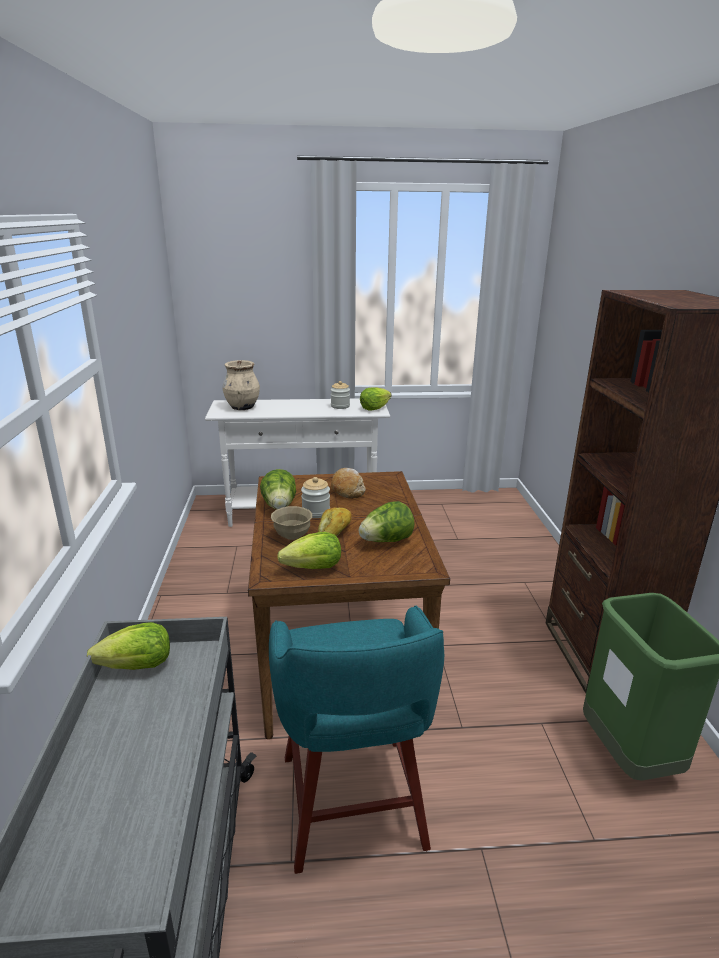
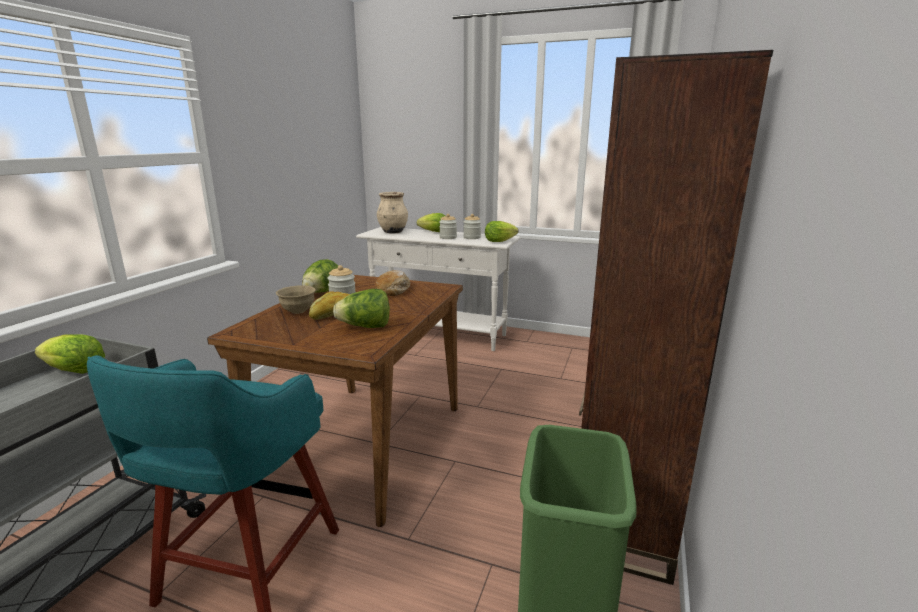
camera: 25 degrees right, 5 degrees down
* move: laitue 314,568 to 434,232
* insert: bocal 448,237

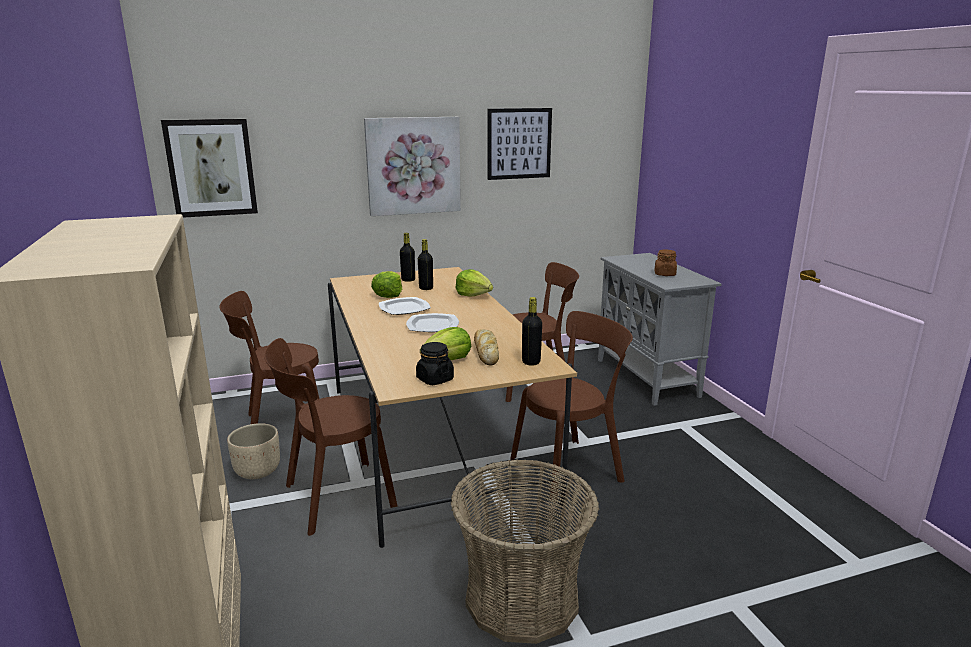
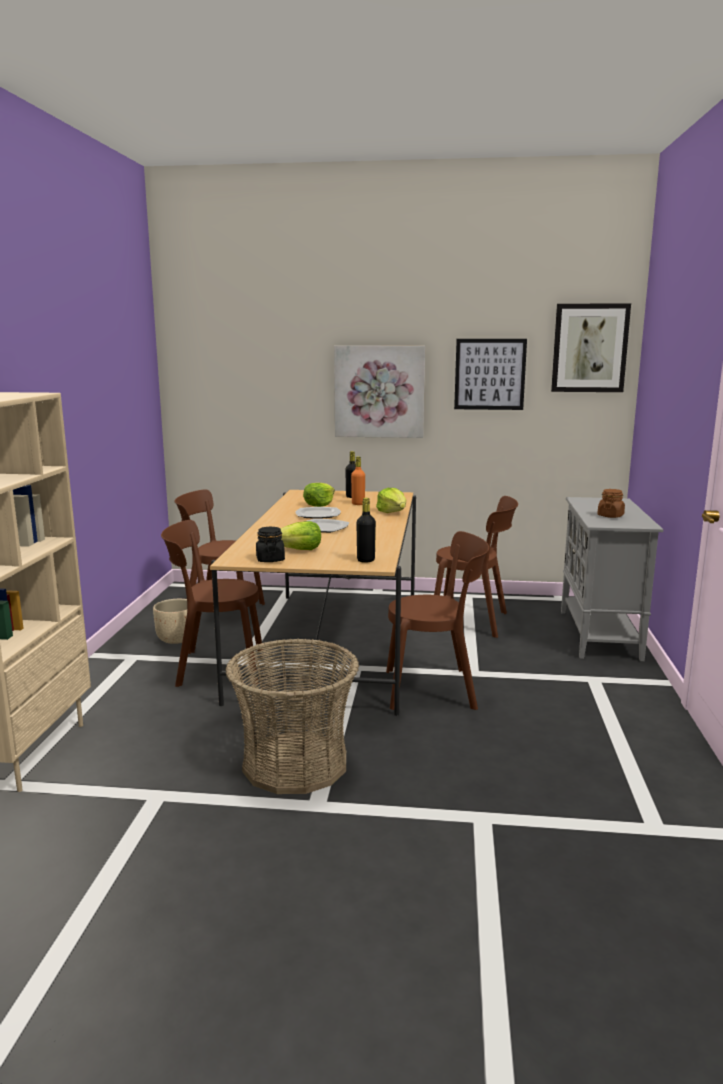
camera: 25 degrees right, 5 degrees down
* move: tableau 211,168 to 589,348
* recolor: bouteille (noir) 426,288 to bouteille (orange) 358,504
* delete: pain 486,352

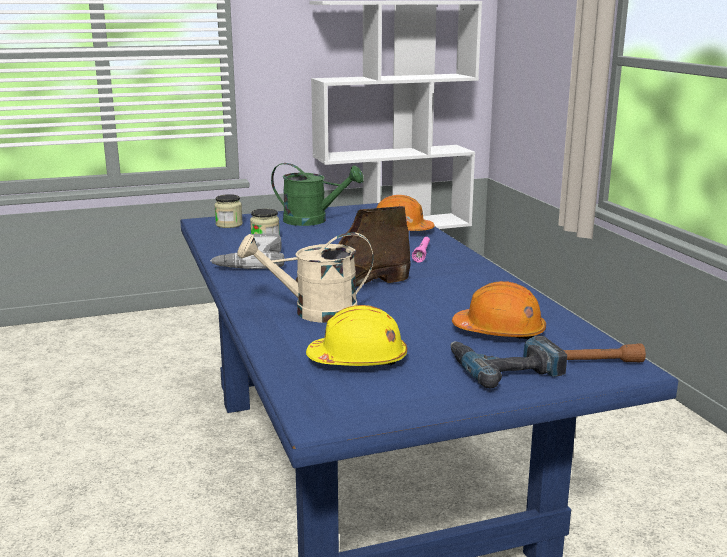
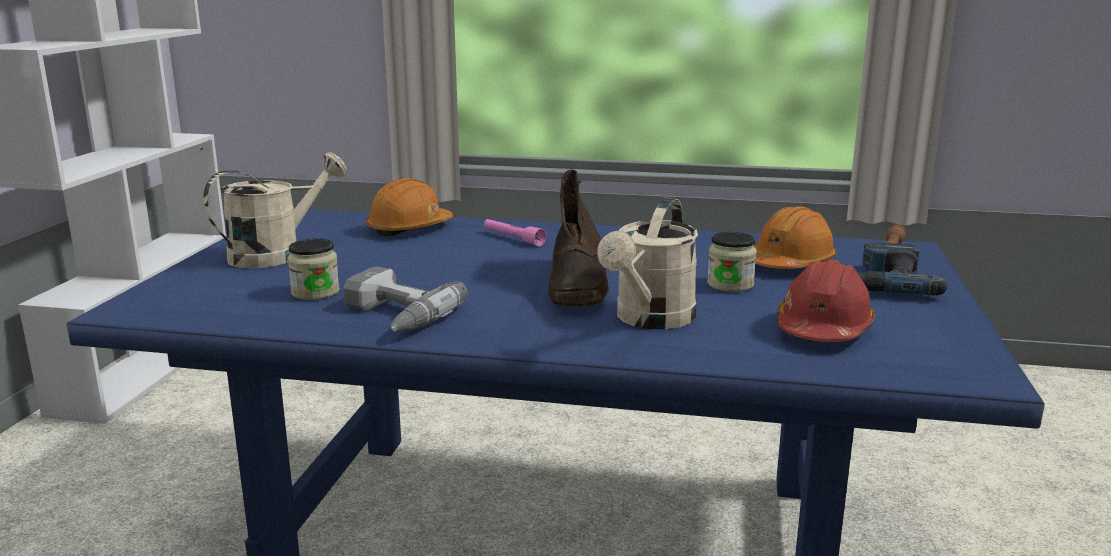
camera: 60 degrees left, 0 degrees up
* move: bocal 229,224 to 730,284
* recolor: arrosoir (vert) 313,221 to arrosoir (beige) 277,254
* recolor: casque de chantier (jaune) 358,360 to casque de chantier (rouge) 823,329

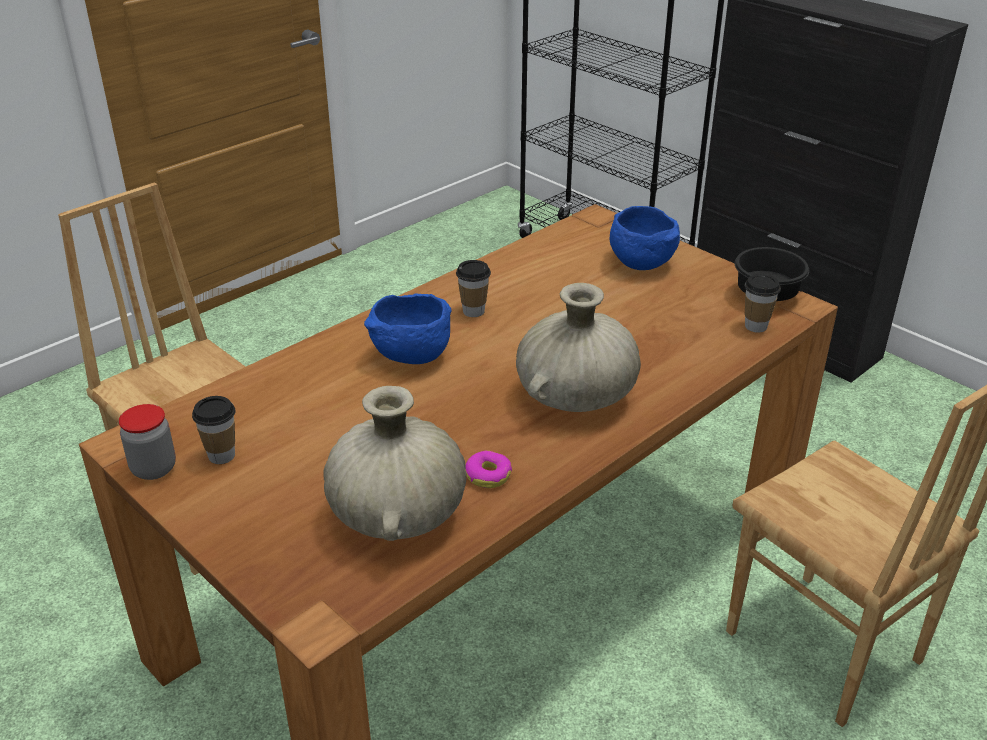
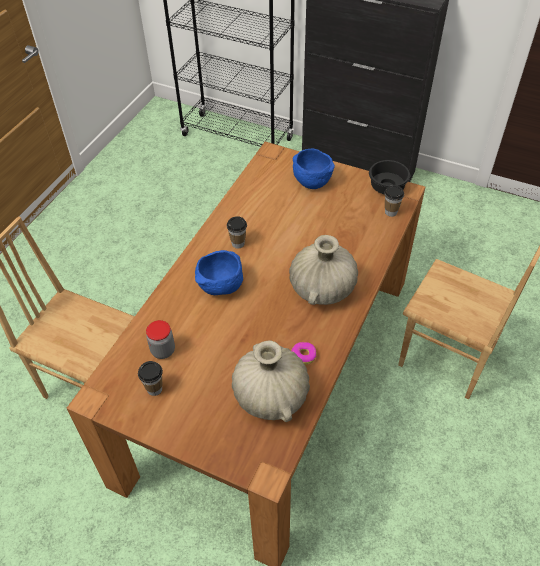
camera: 20 degrees left, 15 degrees up
* move: bocal 154,468 to 163,350

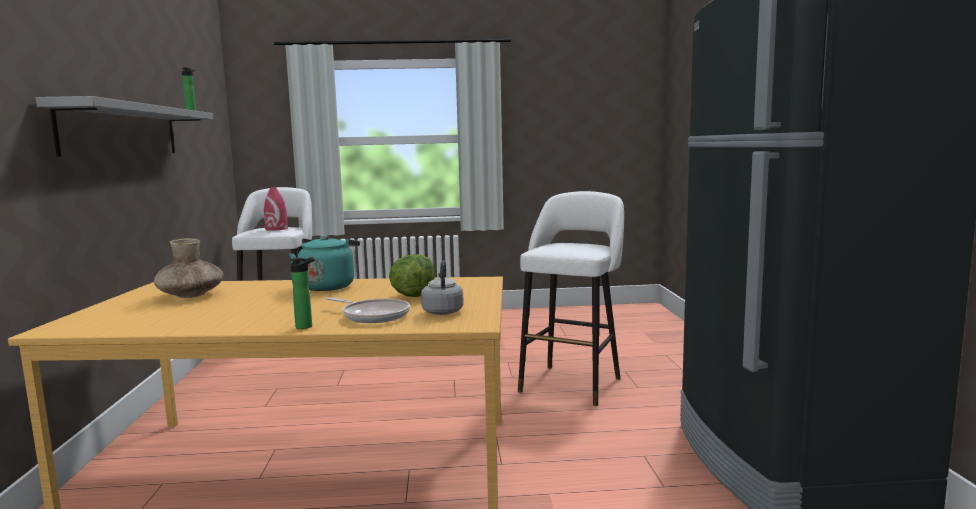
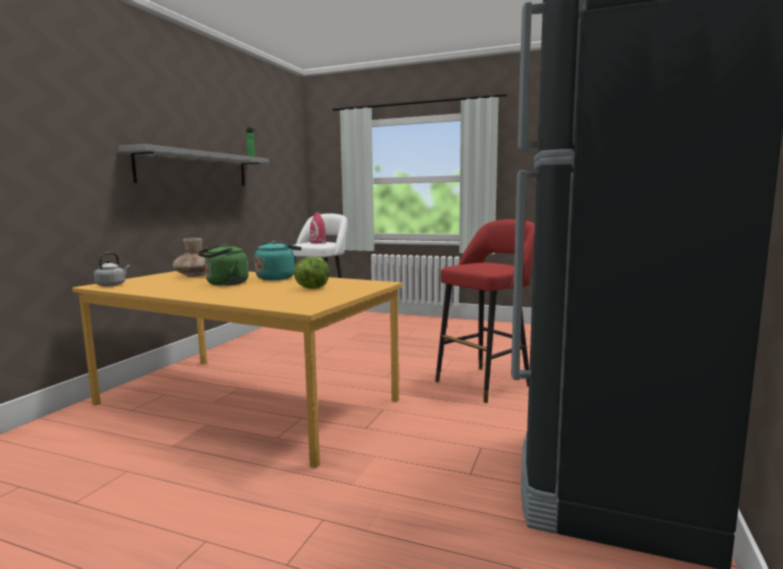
camera: 25 degrees right, 0 degrees up
* delete: bouteille 306,326
* delete: poêle 373,315
* move: bouilloire (gris) 443,311 to 112,285
* recolor: tabouret (blanc) 572,382 to tabouret (rouge) 486,382
* insert: bouilloire (vert) 225,284

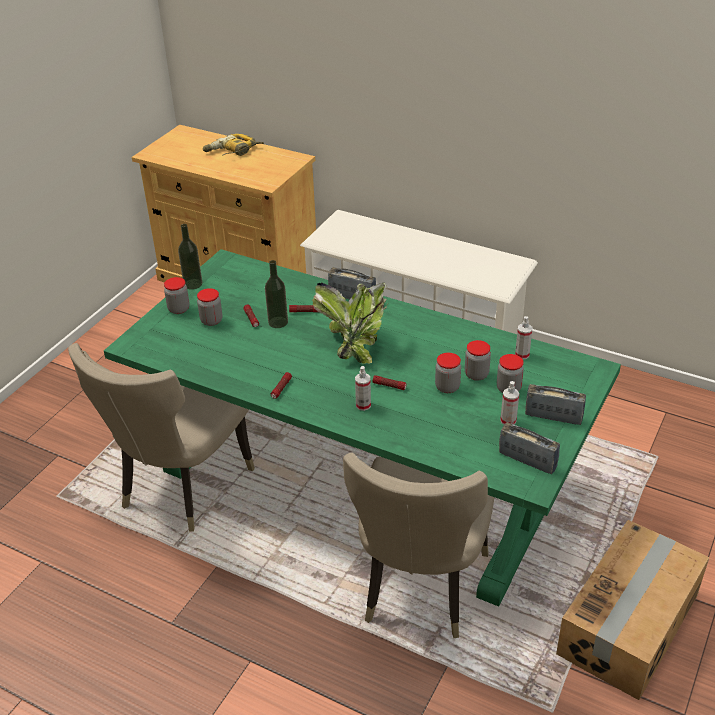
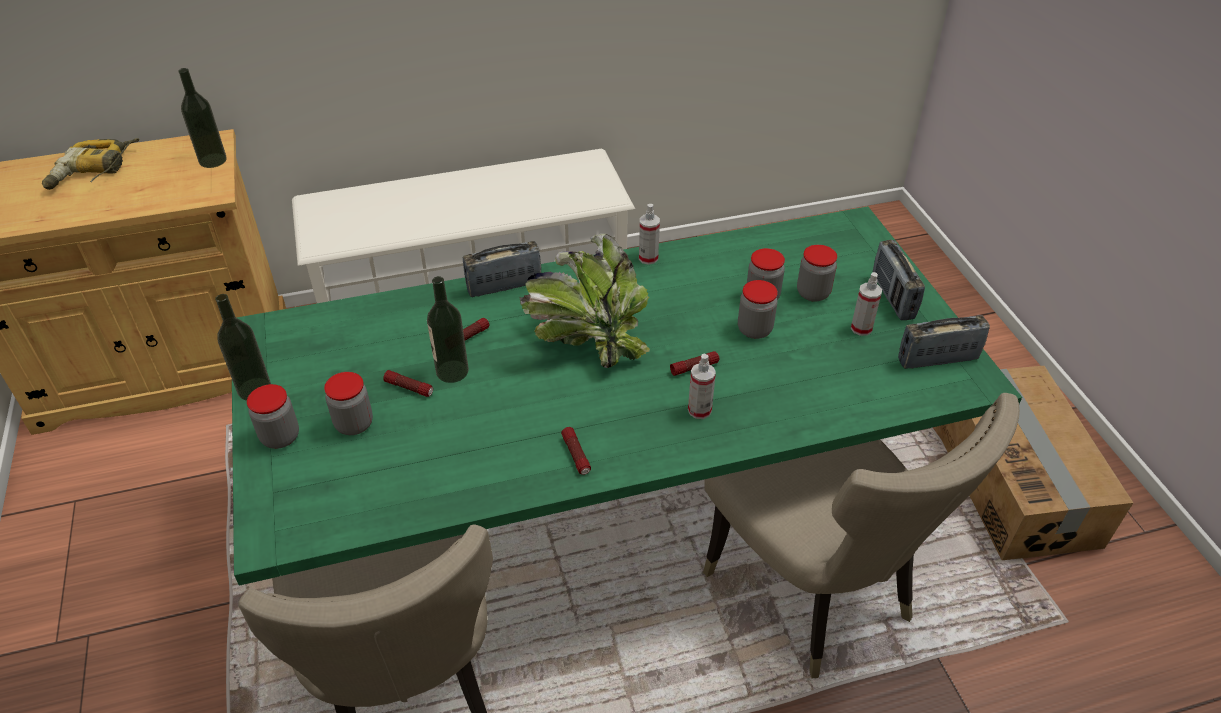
camera: 45 degrees left, 5 degrees up
* move: vaporisateur 522,354 to 648,258
* rotate: radio 553,417 = 892,297 75 degrees counterclockwise
* insert: bouteille 213,160

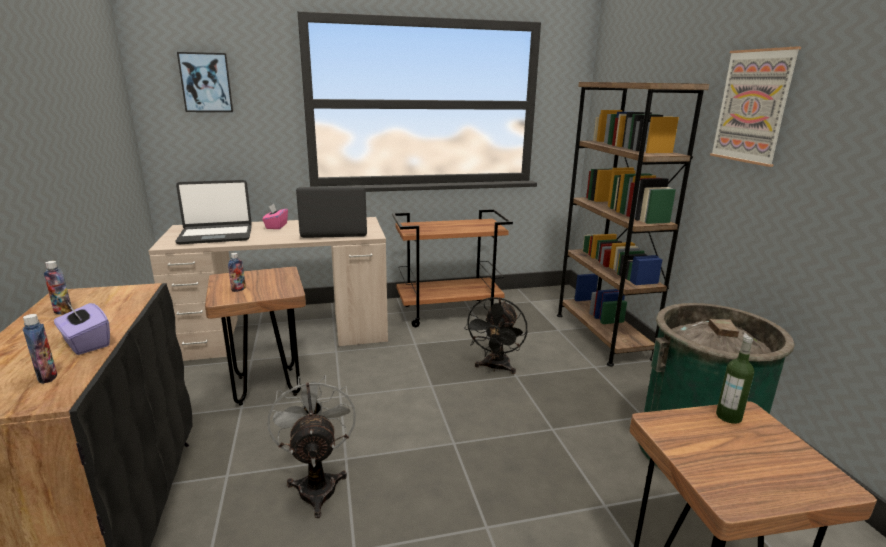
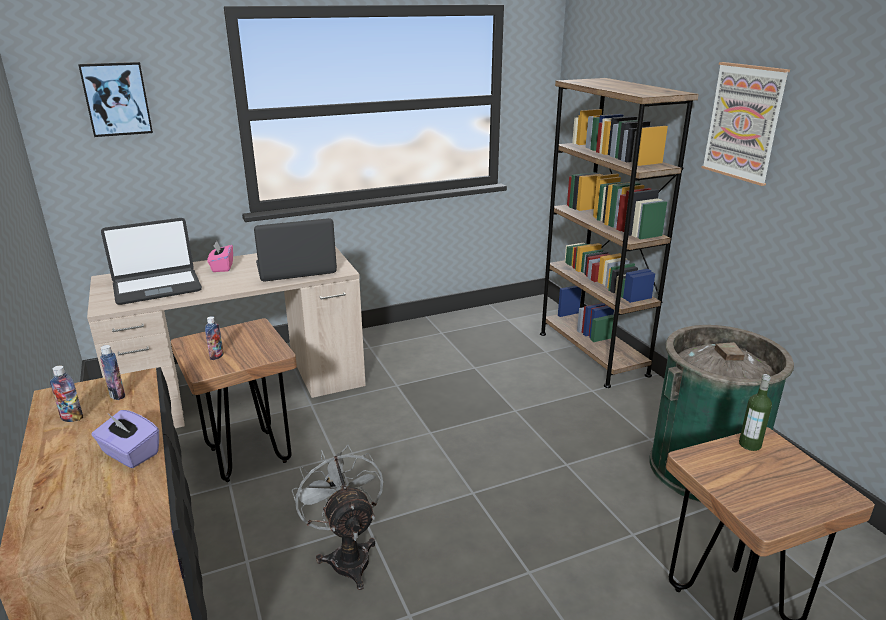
camera: 10 degrees left, 5 degrees up
* move: bouteille 47,377 to 117,395
* delete: chariot (marron) 449,312
* delete: ventilateur (noir) 495,368

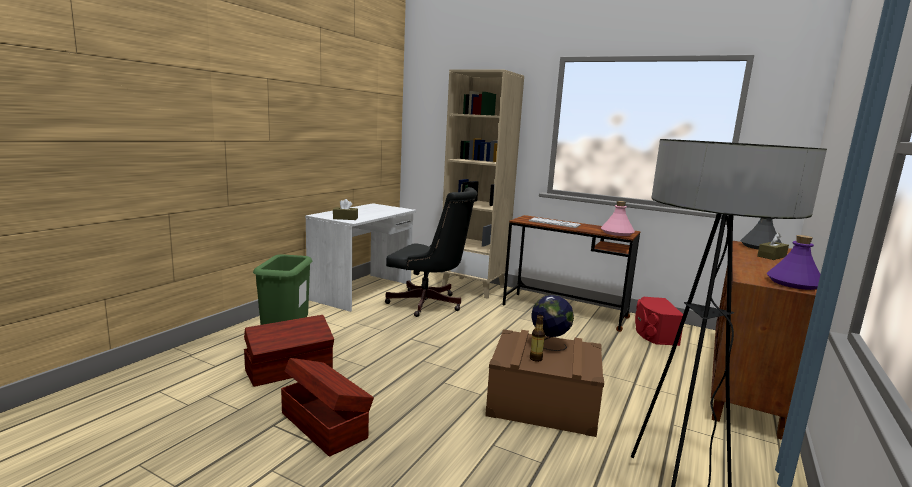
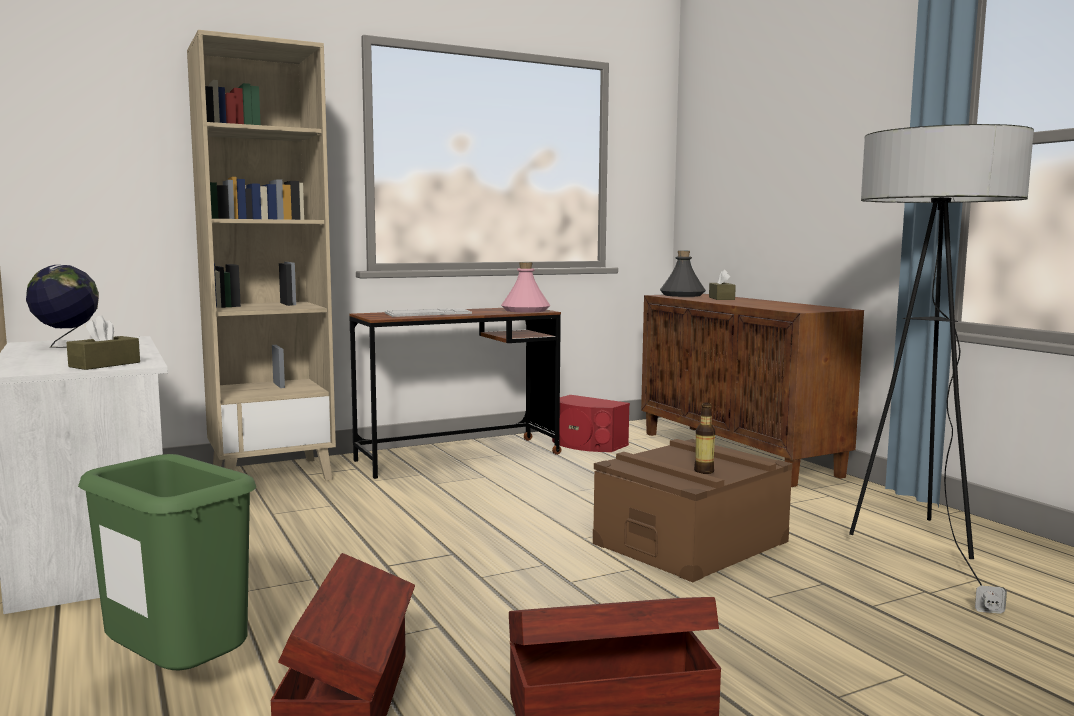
camera: 55 degrees left, 5 degrees down
* delete: chaise de bureau (noir) 429,304
* move: globe 549,345 to 66,346
* delete: bouteille (violet) 794,283

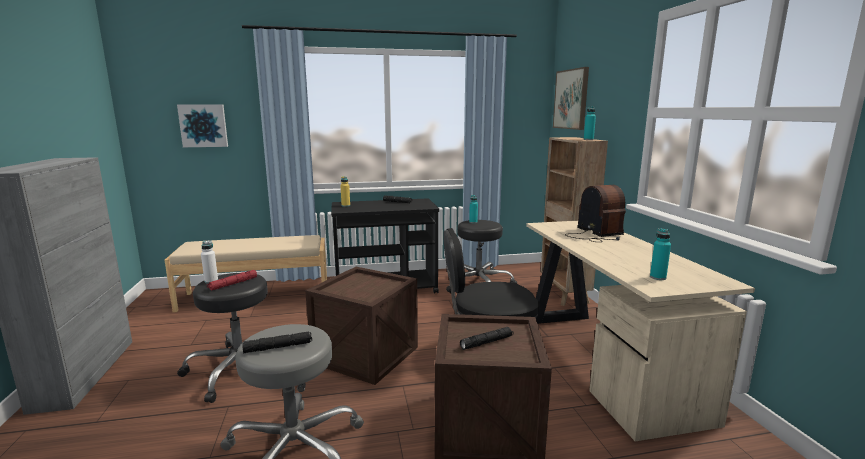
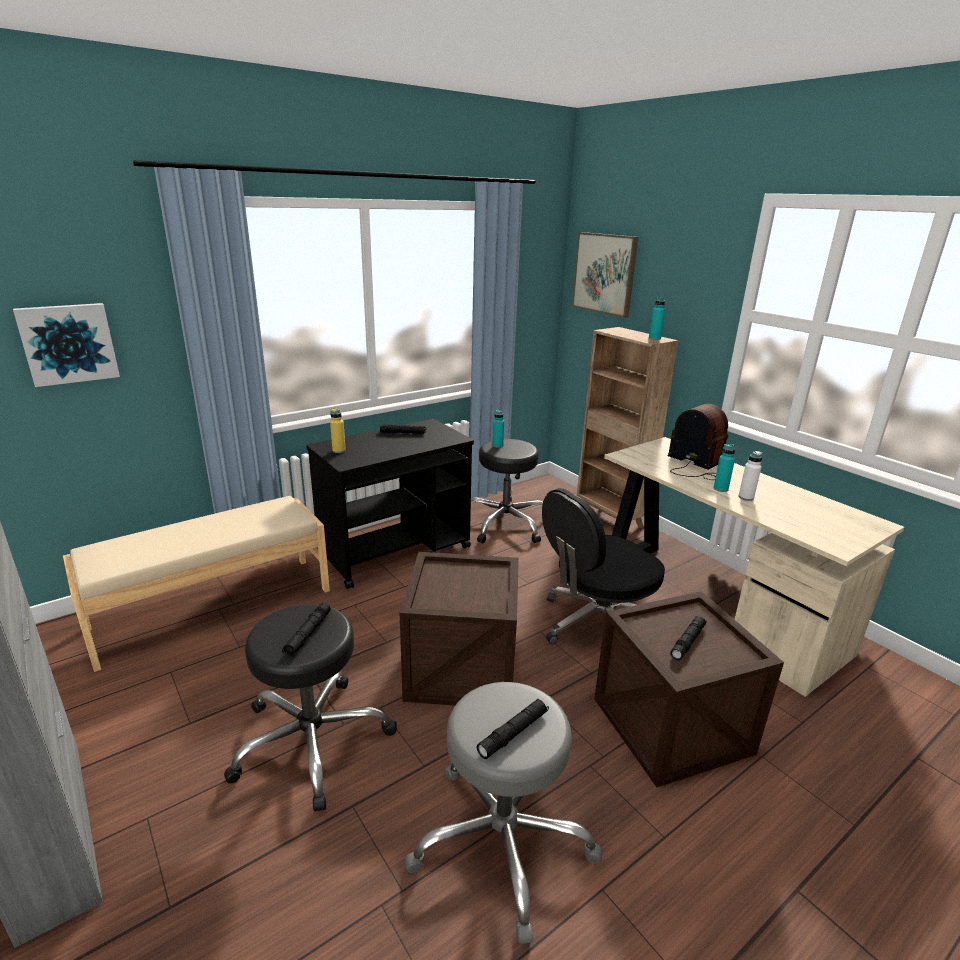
camera: 25 degrees left, 10 degrees up
* move: bouteille (blanc) 211,281 to 746,497
* recolor: lampe de poche (rouge) 233,284 to lampe de poche (noir) 308,634
* move: bouteille (turquoise) 658,277 to 720,489

